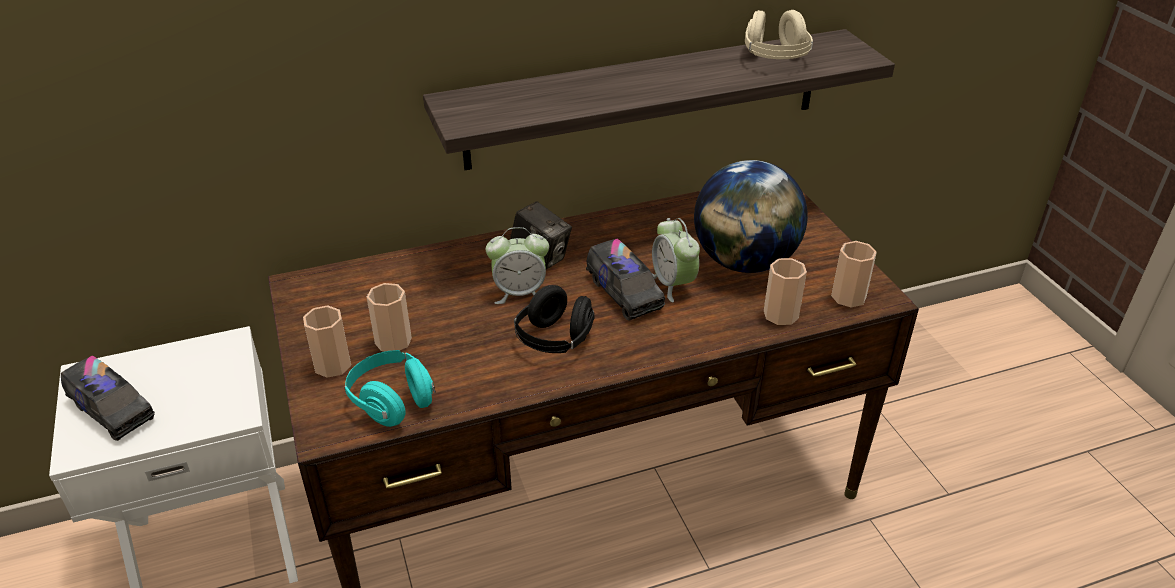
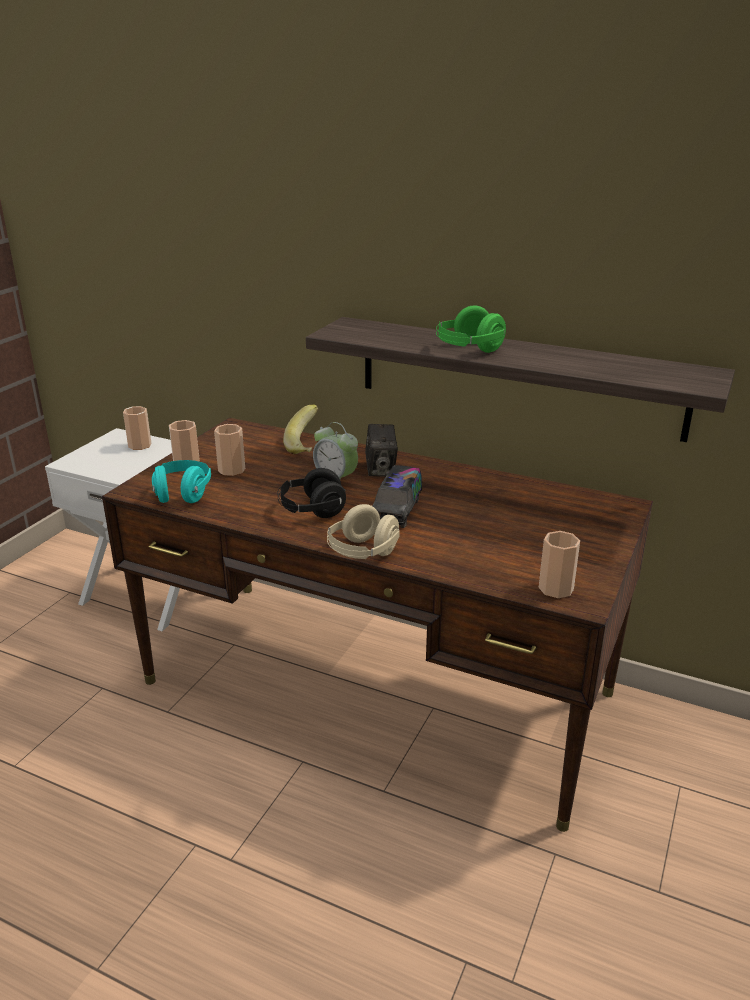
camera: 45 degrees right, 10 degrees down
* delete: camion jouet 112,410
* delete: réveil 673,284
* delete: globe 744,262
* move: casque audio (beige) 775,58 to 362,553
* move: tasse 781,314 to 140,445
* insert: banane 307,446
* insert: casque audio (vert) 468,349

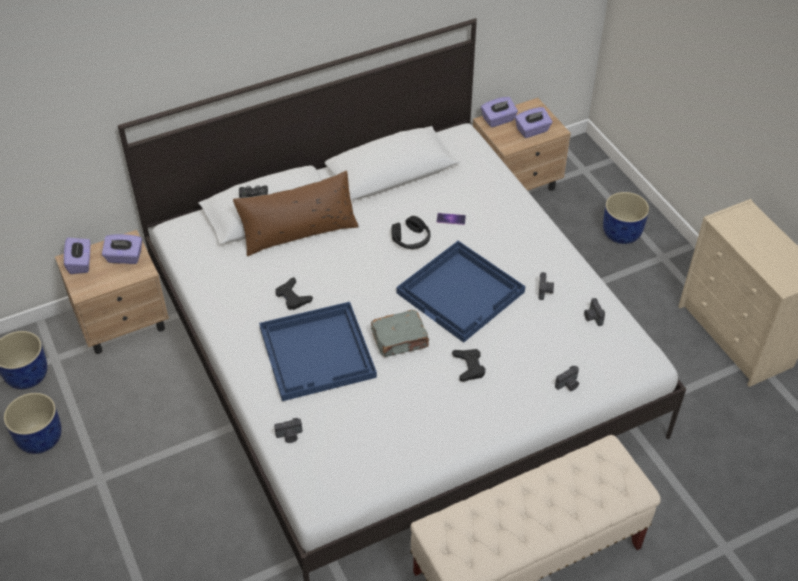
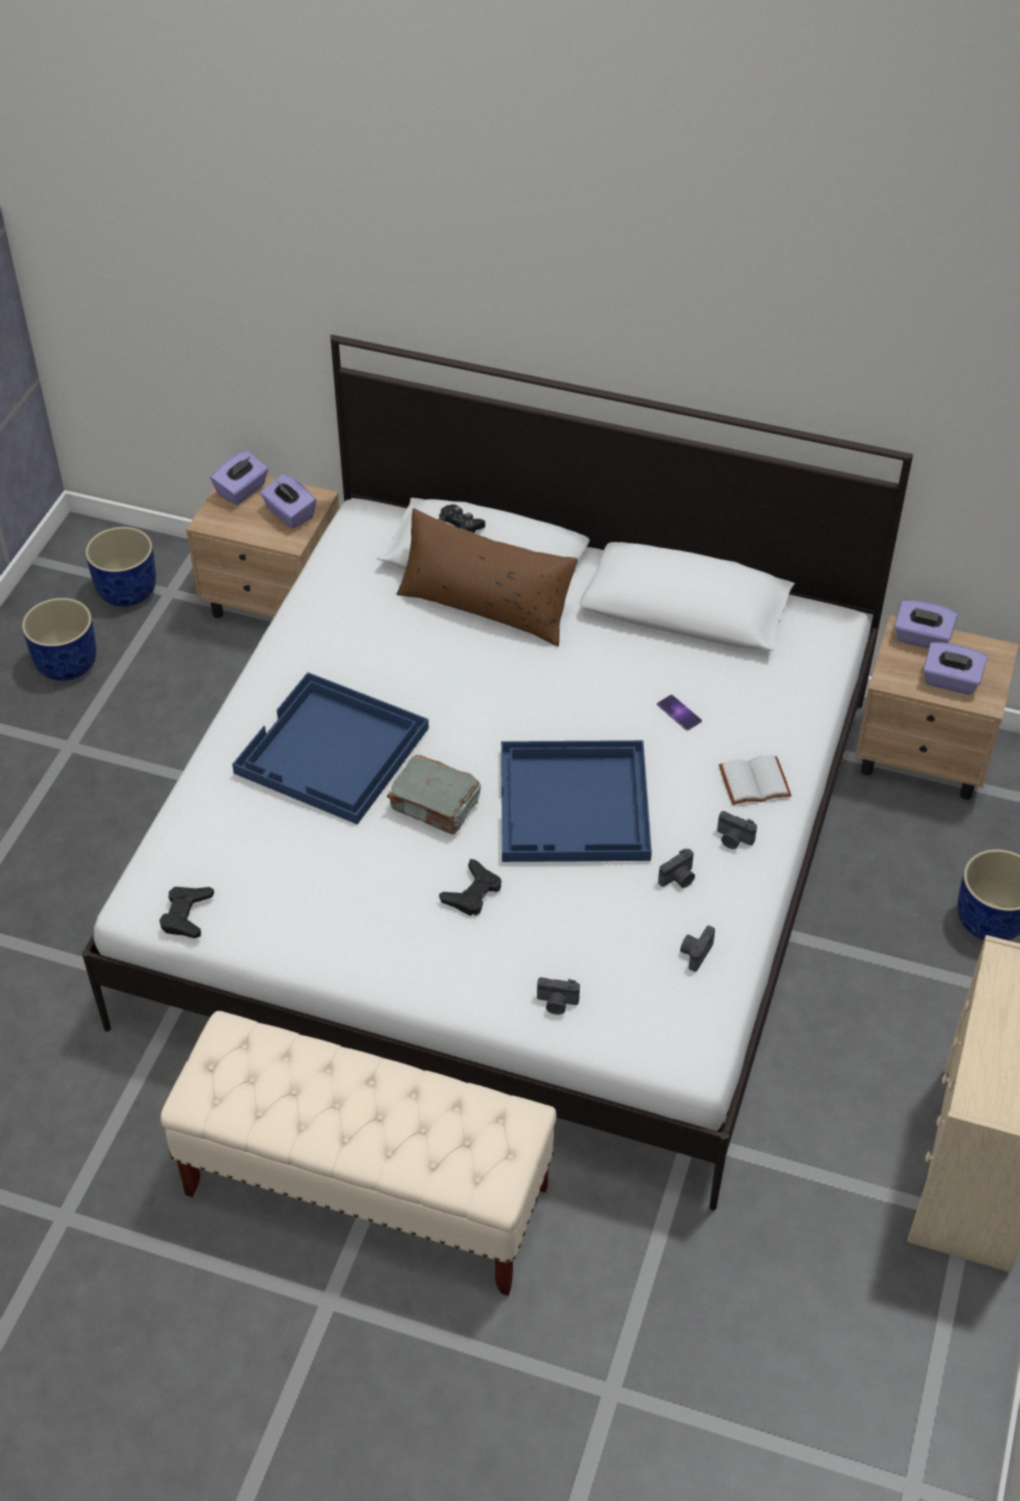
camera: 45 degrees right, 0 degrees up
* move: appareil photo 289,436 to 733,839
* move: manette (noir) 293,297 to 186,915
* delete: casque audio (noir) 411,240
* insert: livre (blanc) 753,783

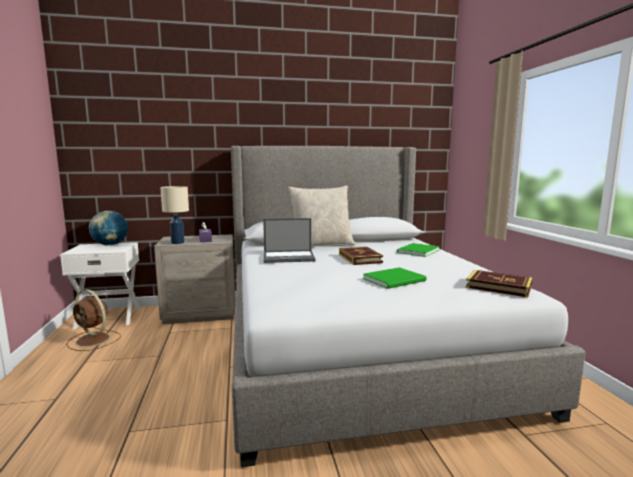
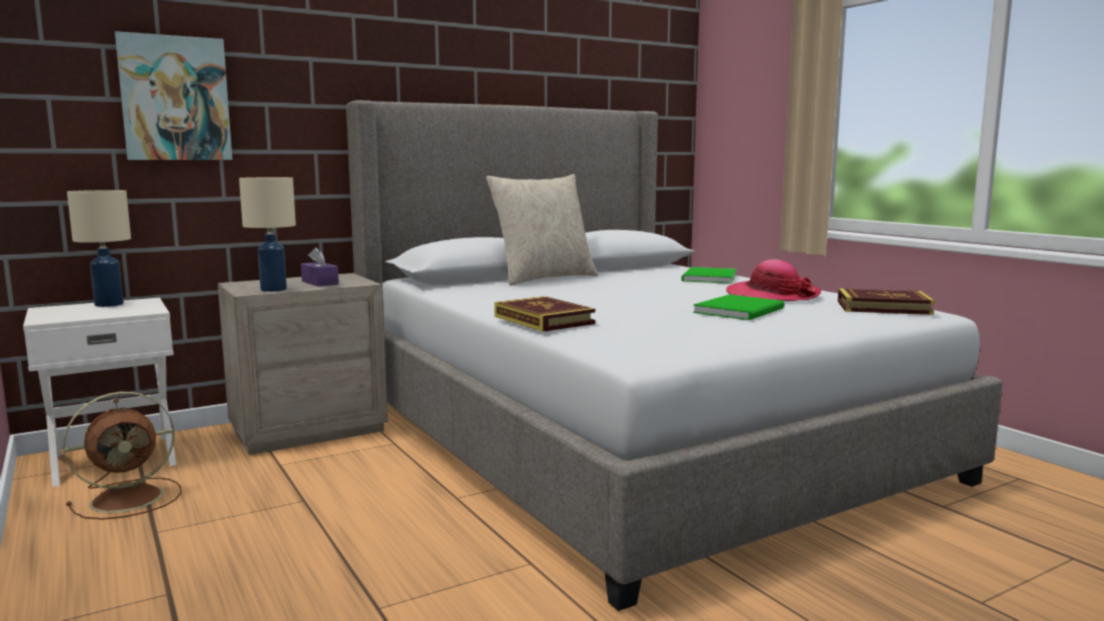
camera: 20 degrees left, 0 degrees up
* rotate: ventilateur (marron) 94,340 = 130,498 45 degrees counterclockwise
* replace: globe 110,245 to lampe de table (beige) 108,304
* delete: ordinateur portable 289,257
* move: livre 360,258 to 543,320
* insert: tableau 175,99
* insert: chapeau 772,295

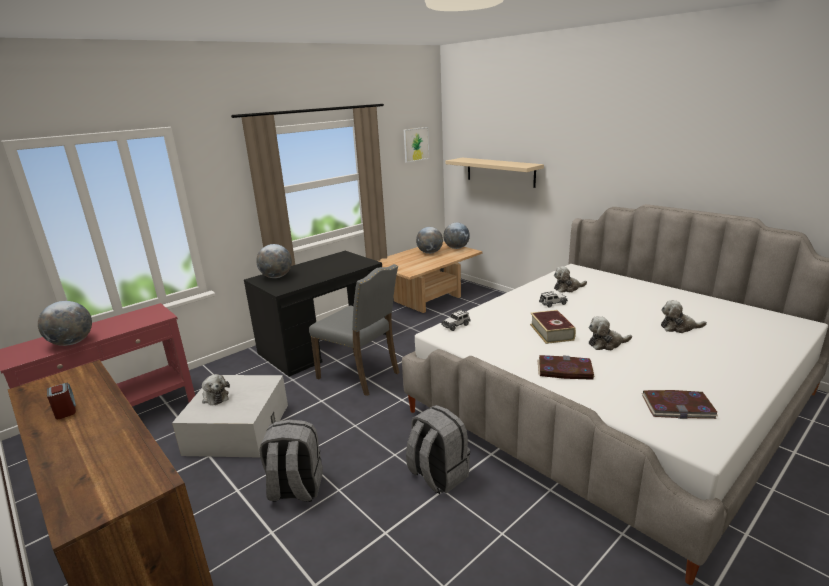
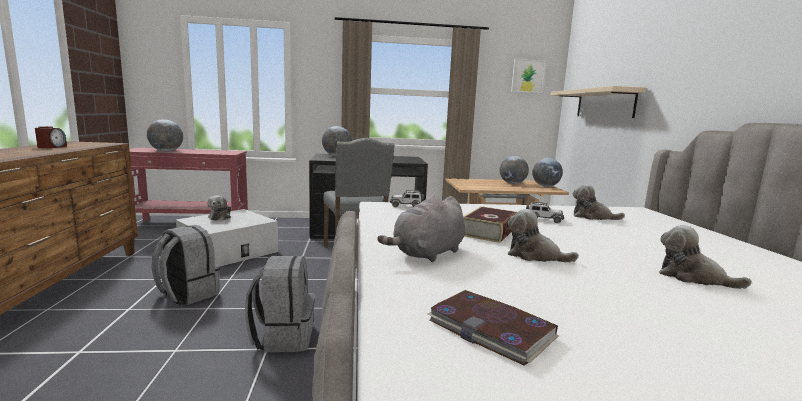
camera: 35 degrees right, 10 degrees down
* replace: livre 564,370 to peluche (gris) 427,254

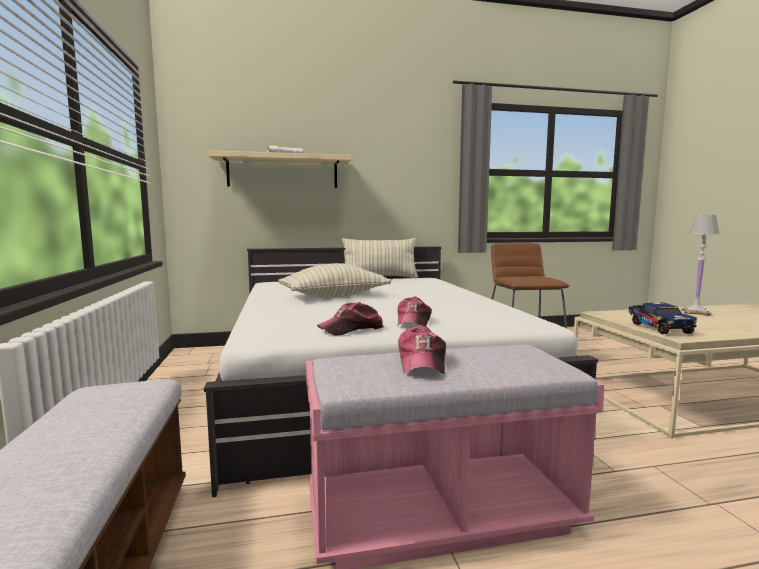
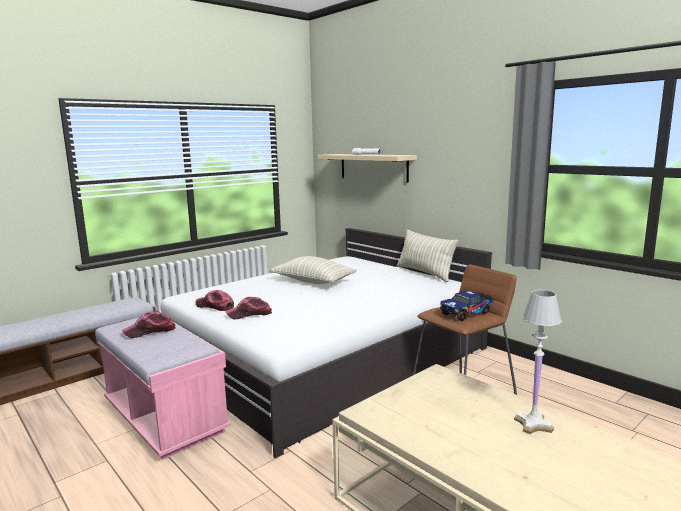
camera: 60 degrees right, 5 degrees up
* move: camion jouet 658,328 to 467,313

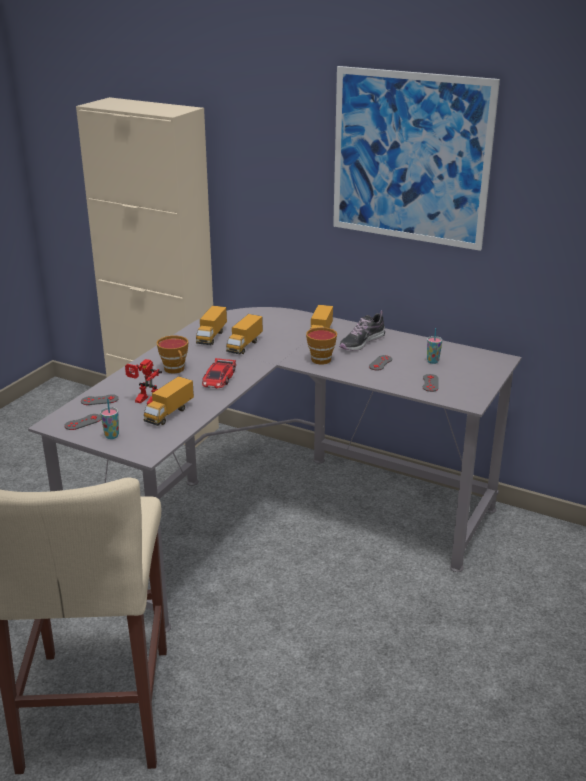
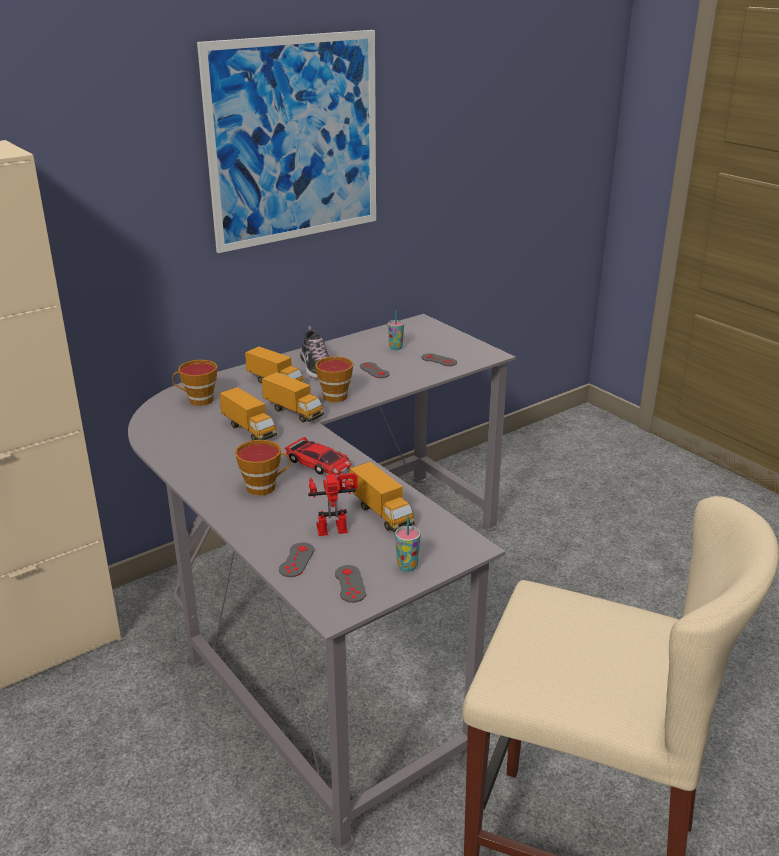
camera: 65 degrees left, 0 degrees up
* rotate: robot jouet 144,402 = 333,526 150 degrees counterclockwise
* move: camion jouet 211,336 to 293,412
* insert: tasse 197,400

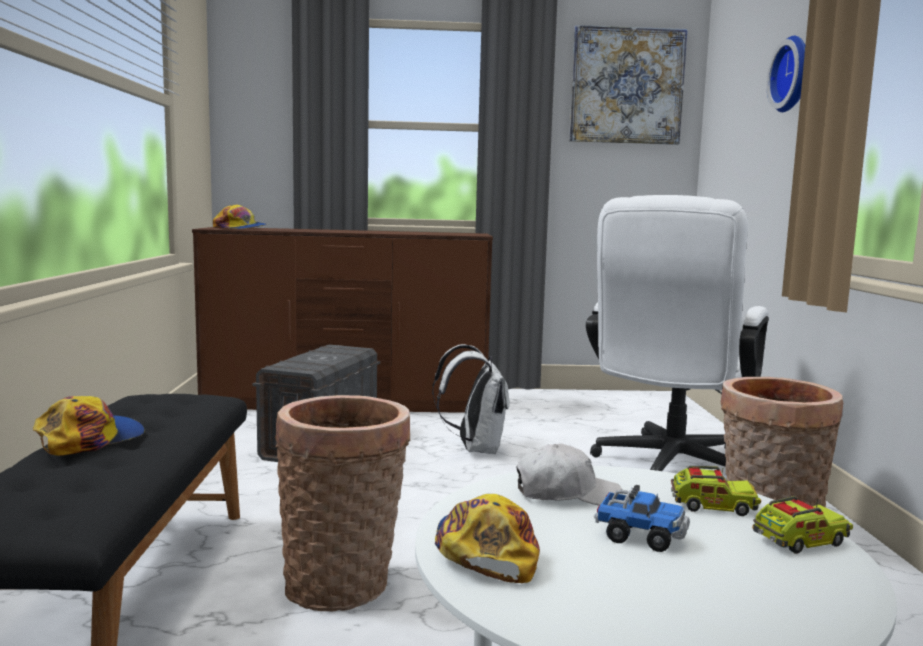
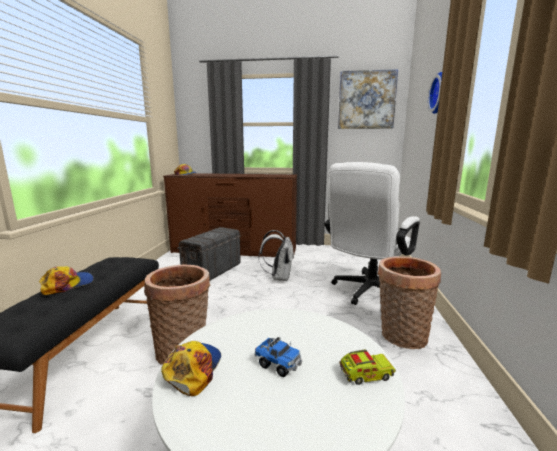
camera: 10 degrees right, 5 degrees up
* delete: casquette (blanc) 566,494
* delete: camion jouet 712,506

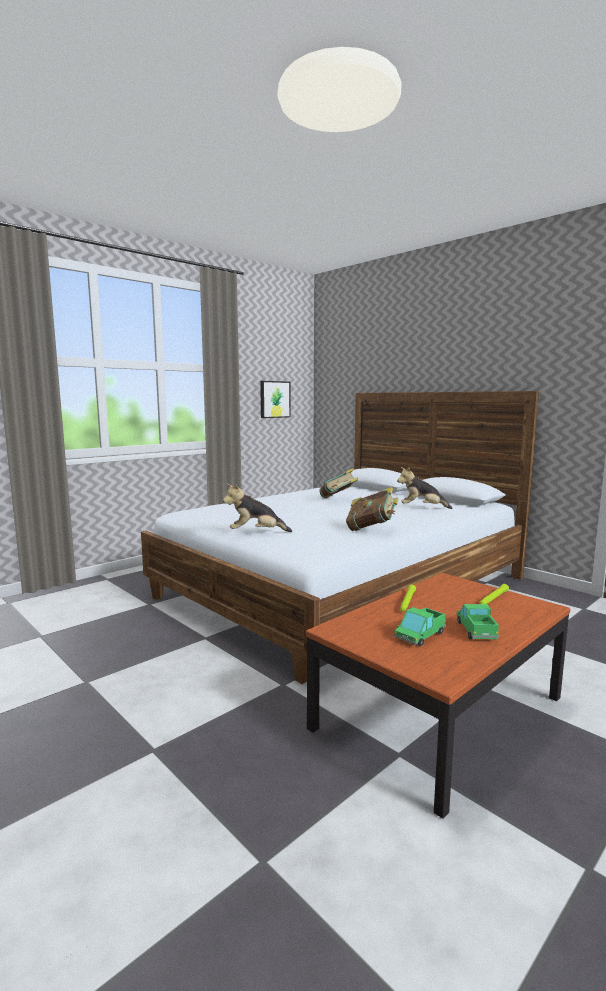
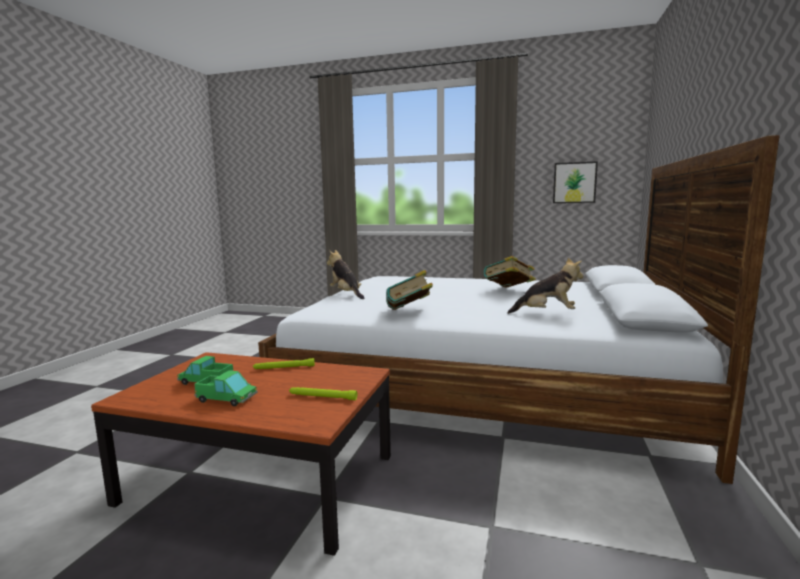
camera: 60 degrees right, 0 degrees up
* rotate: peluche 422,508 = 546,313 120 degrees clockwise
* rotate: camion jouet 476,630 = 226,398 45 degrees clockwise

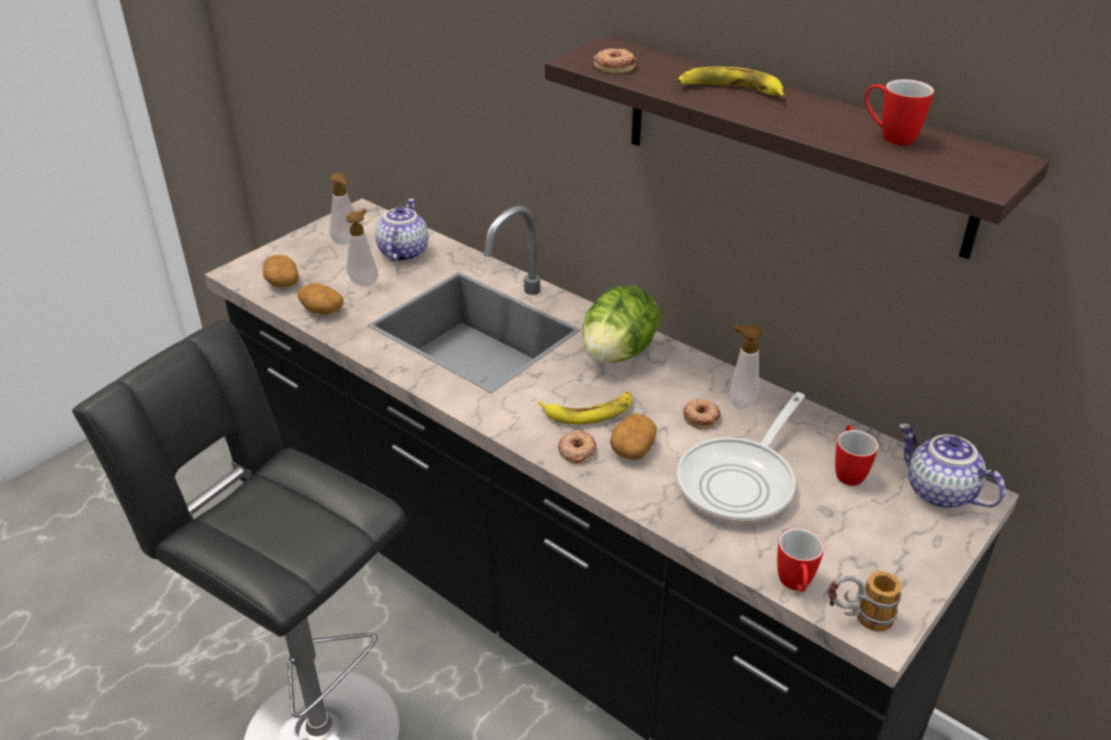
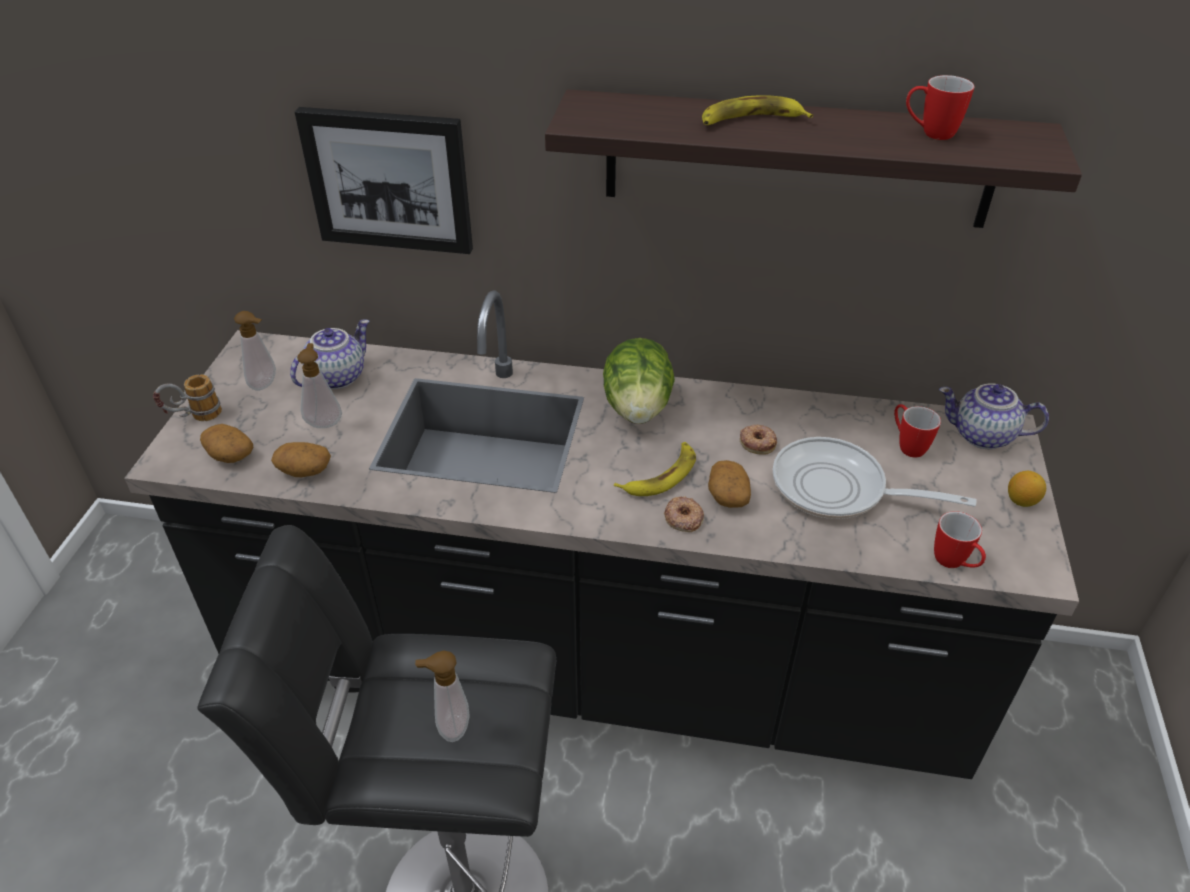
camera: 30 degrees left, 5 degrees up
* rotate: théière 402,252 = 337,376 60 degrees clockwise
* delete: beignet 614,66
* rotate: poêle 740,482 = 838,489 105 degrees clockwise
* move: distributeur de savon 739,402 to 450,726
* move: mug 857,618 to 194,417
* insert: tableau 389,180
* insert: citron 1021,501

